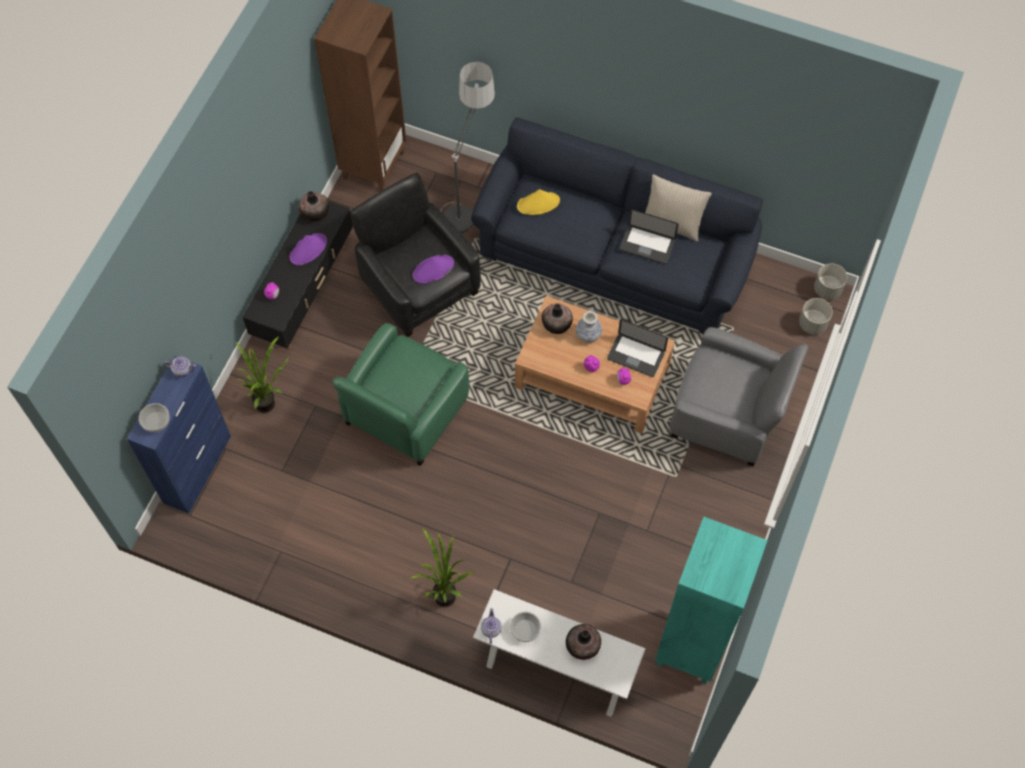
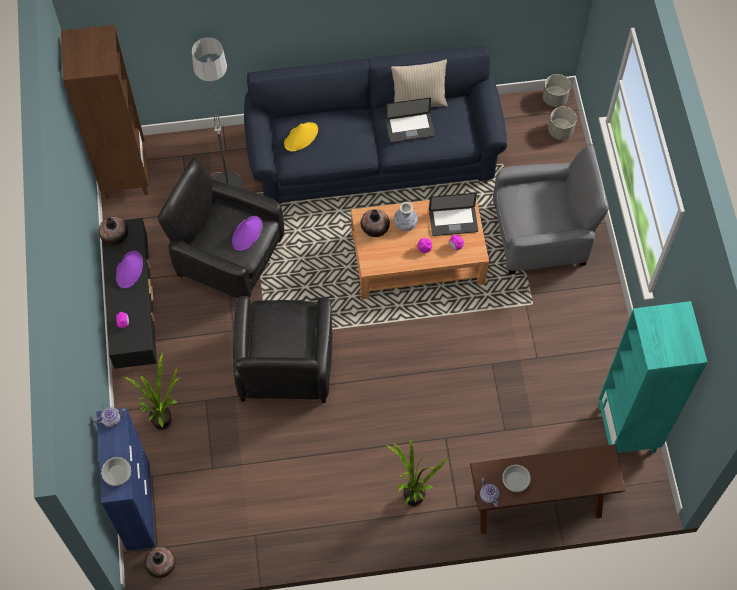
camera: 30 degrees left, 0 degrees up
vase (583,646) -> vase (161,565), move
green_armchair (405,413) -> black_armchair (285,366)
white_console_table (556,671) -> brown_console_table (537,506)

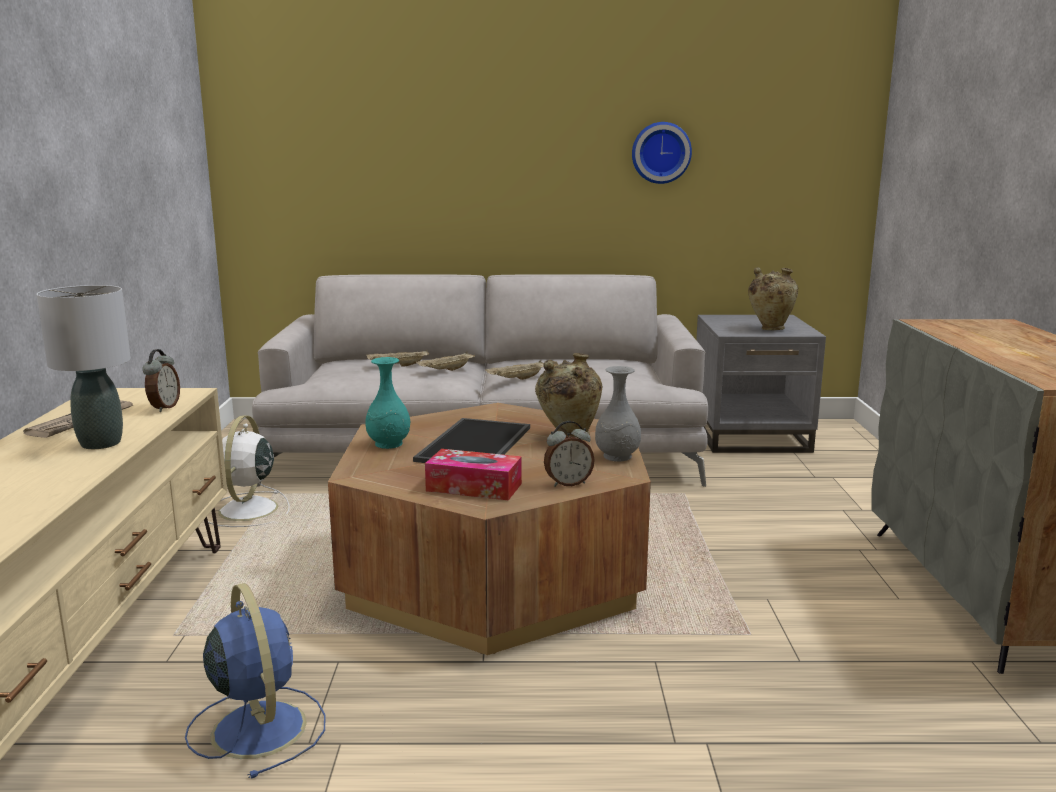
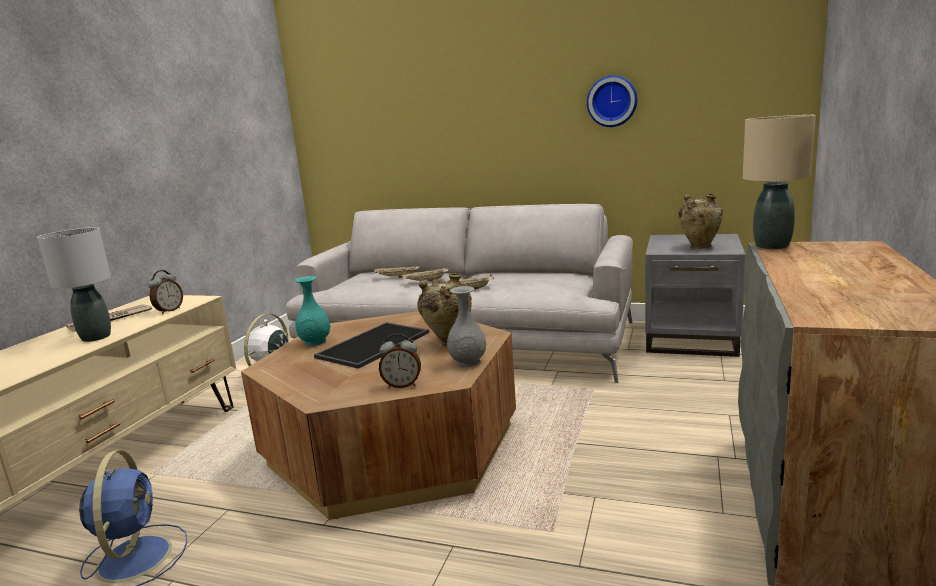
camera: 20 degrees right, 0 degrees up
tissue_box (474,487) -> none
none -> beige_table_lamp (771,246)

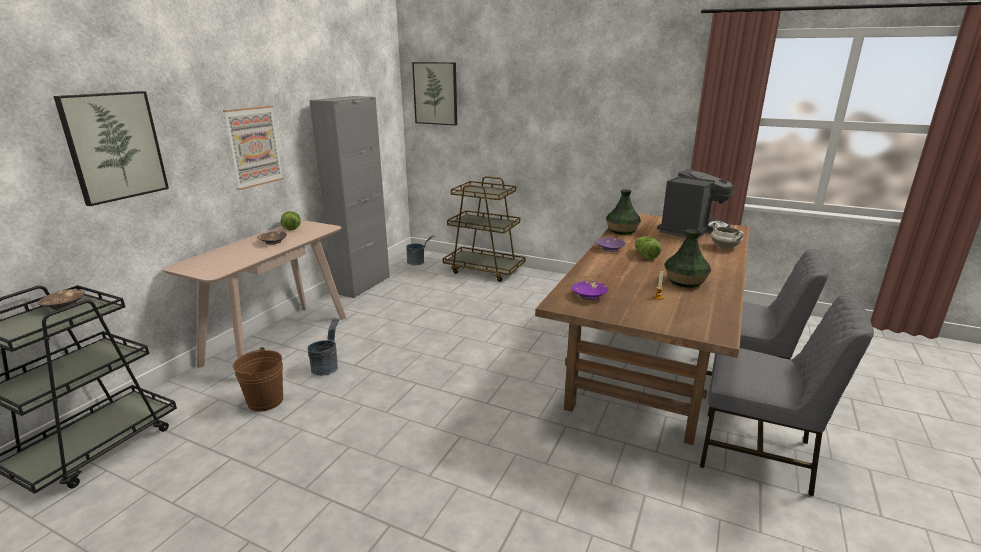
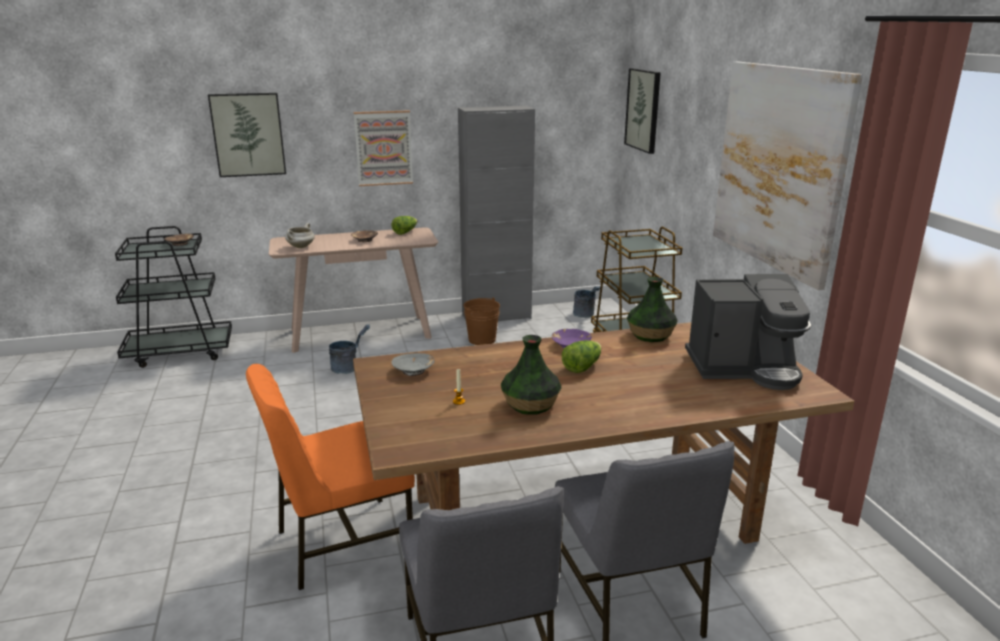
camera: 50 degrees right, 0 degrees up
none -> orange_chair (341,543)
none -> picture (778,168)
brown_bucket (265,401) -> brown_bucket (482,340), move
white_cooking_pot (725,247) -> white_cooking_pot (300,247), move
purple_bowl (589,296) -> grey_bowl (413,371)

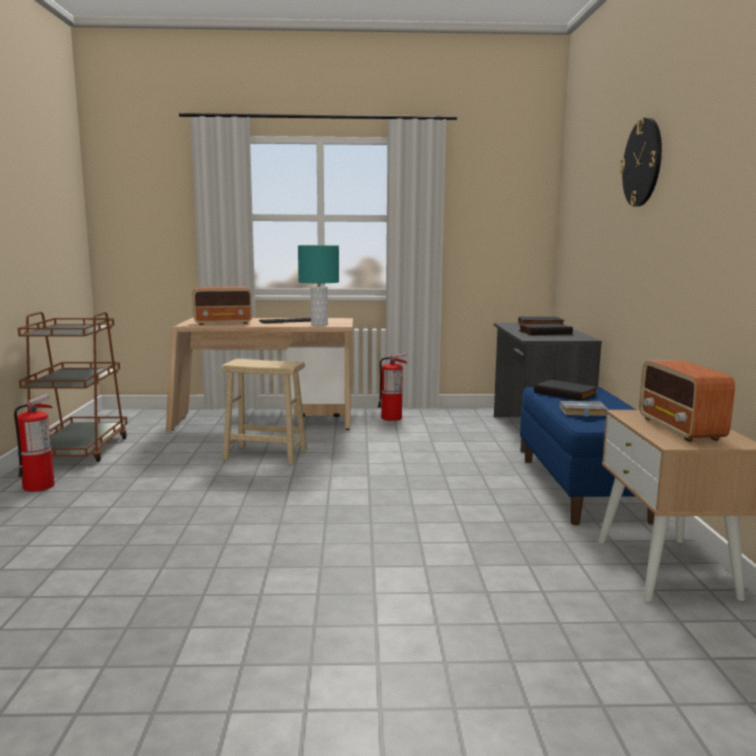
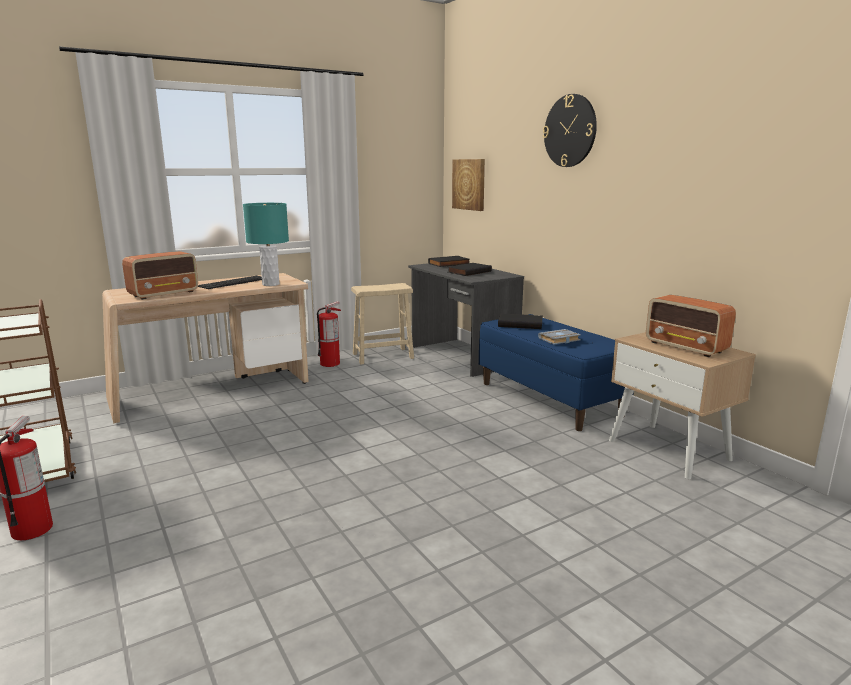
camera: 30 degrees left, 5 degrees up
none -> picture (469,184)
beige_stool (265,454) -> beige_stool (383,356), move

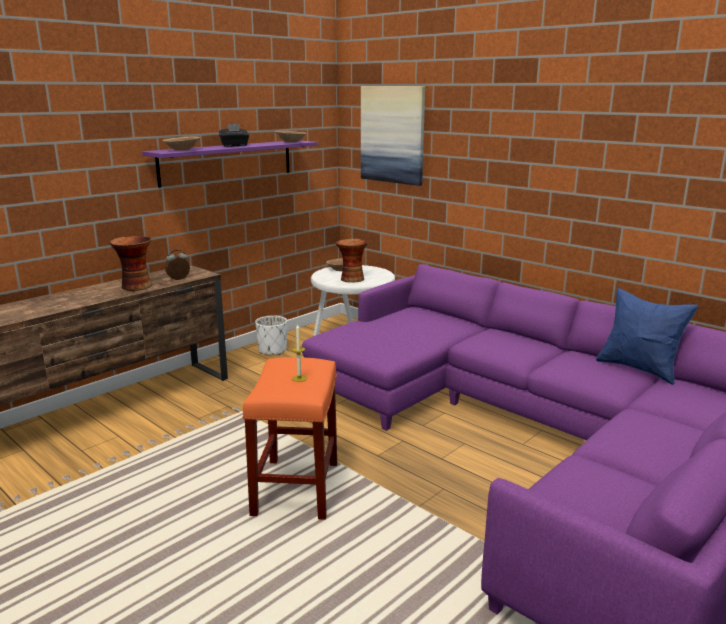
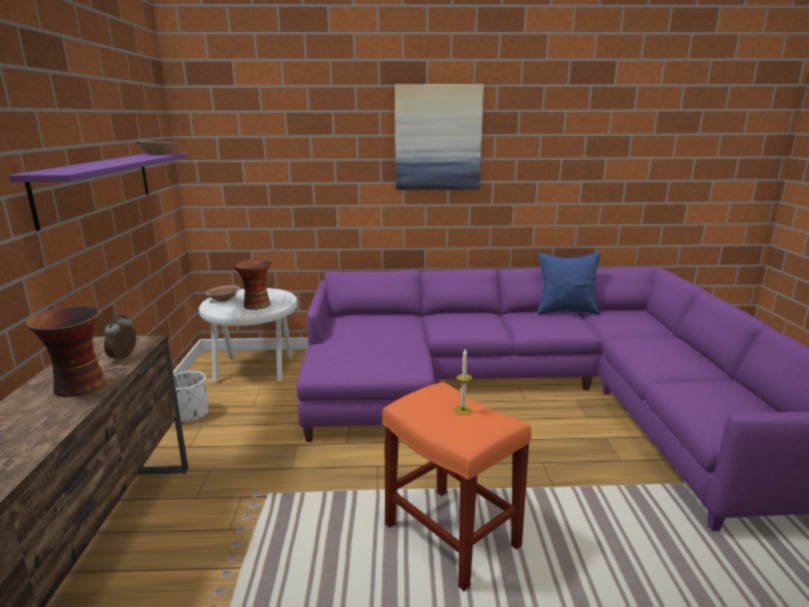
camera: 45 degrees left, 0 degrees up
brown_bowl (182,150) -> none
black_tissue_box (234,146) -> none
picture (392,134) -> picture (438,138), move

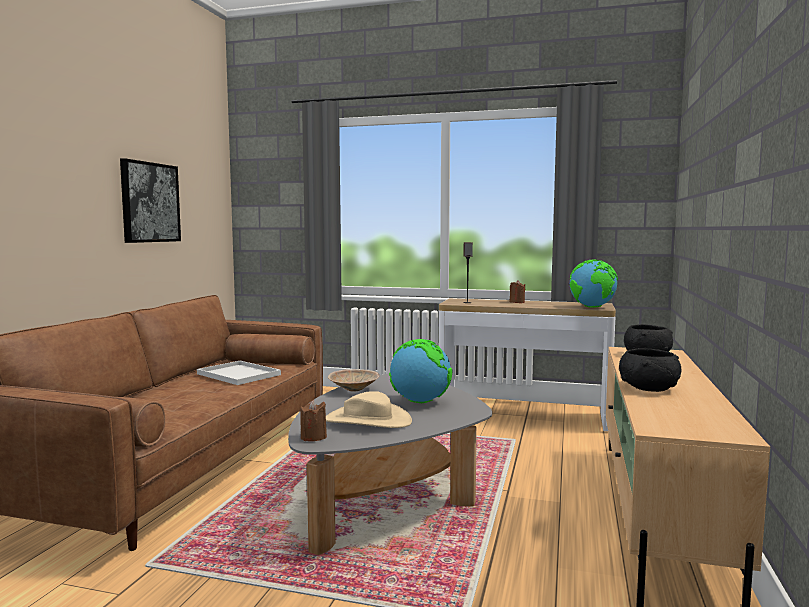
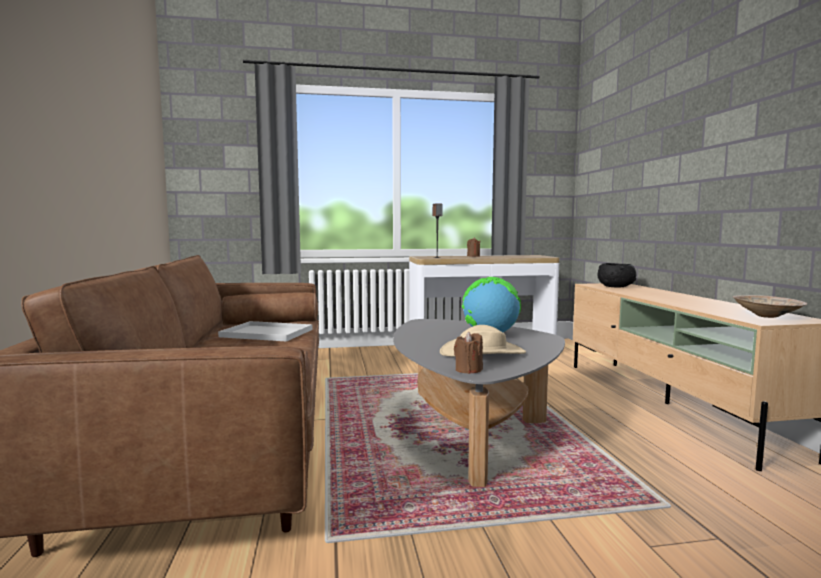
camera: 25 degrees left, 0 degrees up
picture (150,202) -> none
globe (592,307) -> none
black_bowl (648,388) -> none
beige_bowl (353,390) -> beige_bowl (768,317), move

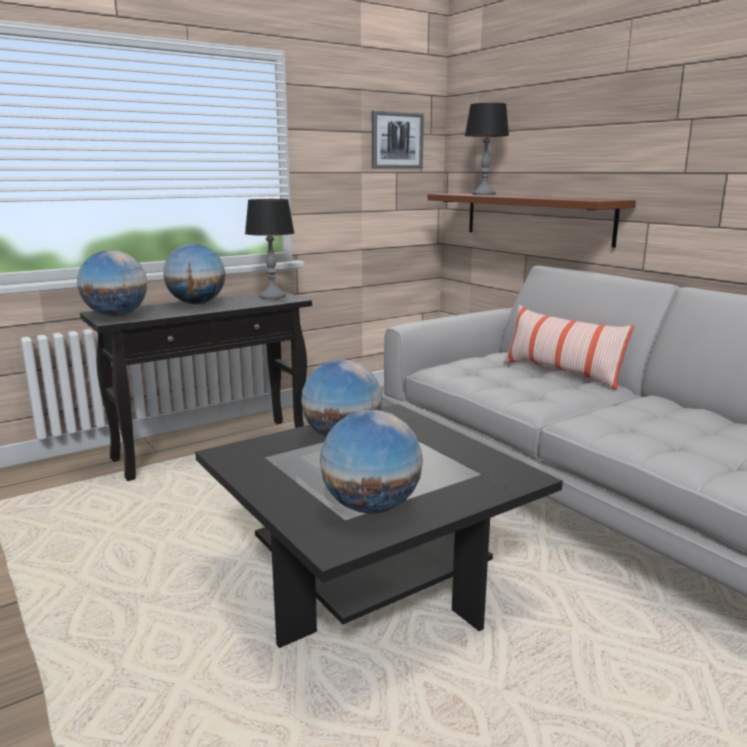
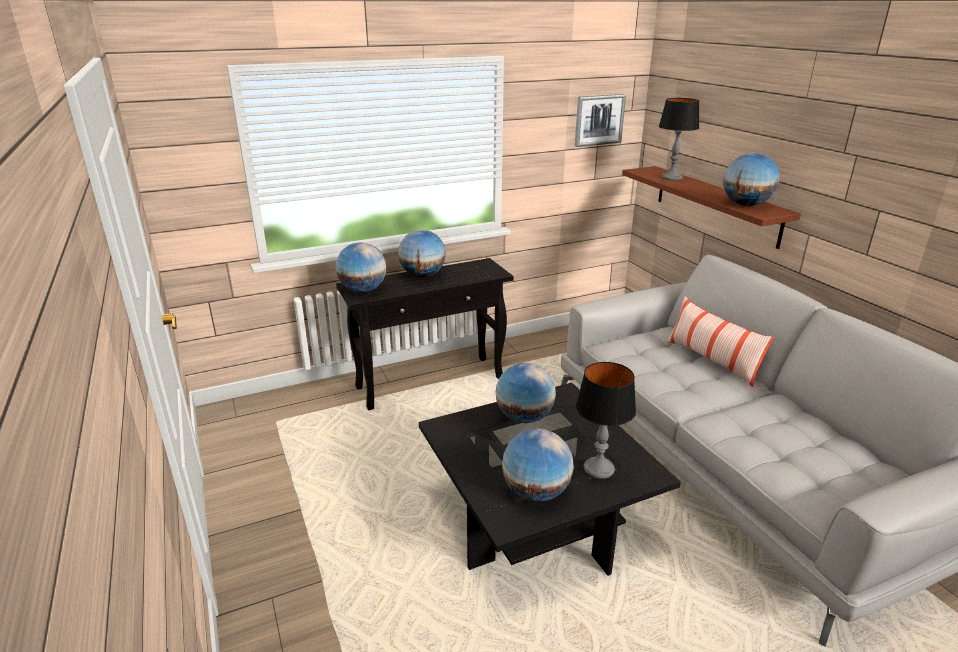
camera: 10 degrees right, 10 degrees up
none -> globe (745,205)
table_lamp (272,296) -> table_lamp (599,468), move

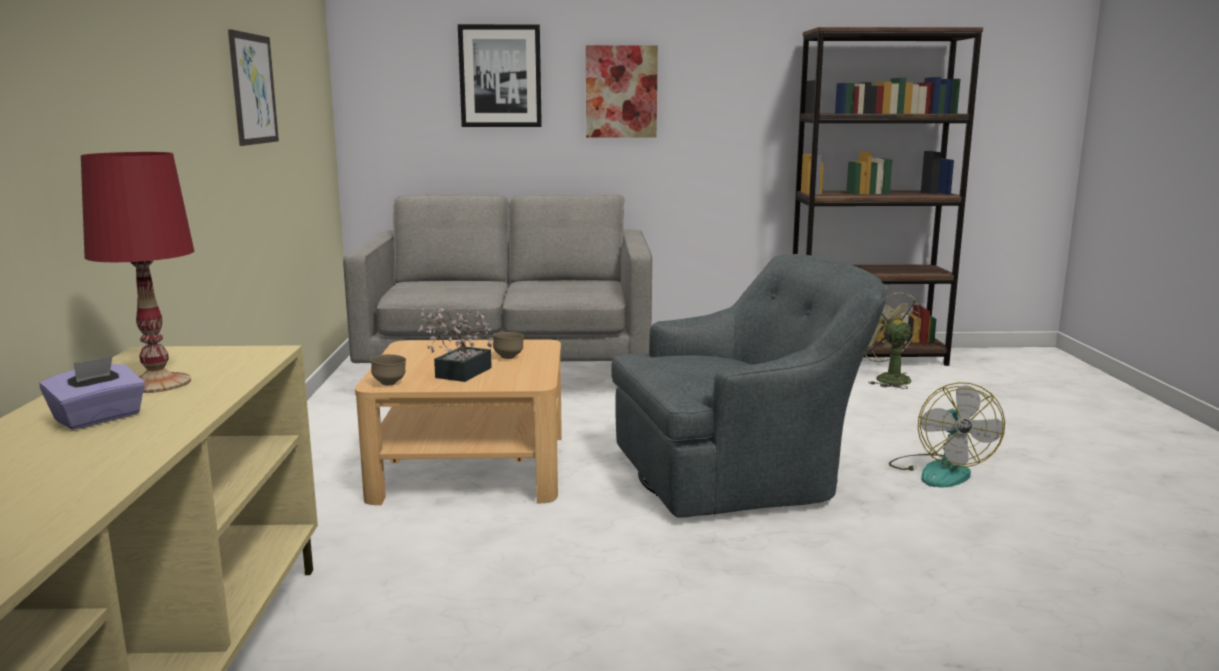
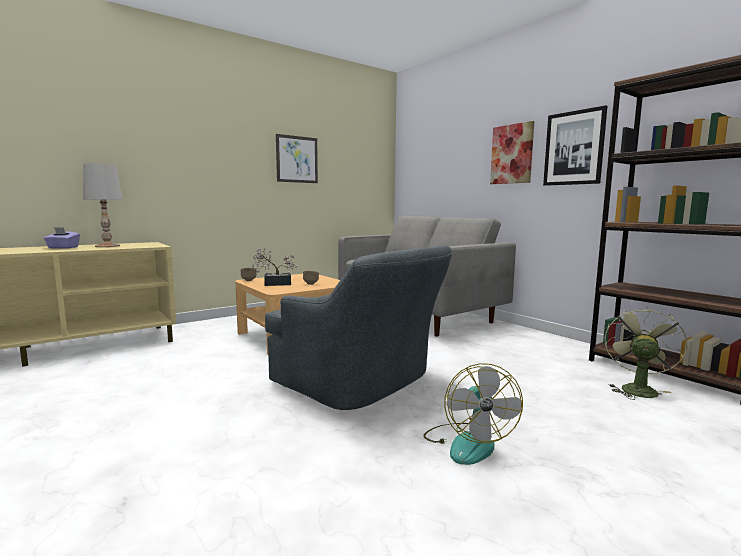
camera: 55 degrees right, 5 degrees down
picture (500,76) -> picture (574,148), move
red_table_lamp (157,383) -> white_table_lamp (108,246)
fan (940,471) -> fan (468,442), 60 degrees counterclockwise

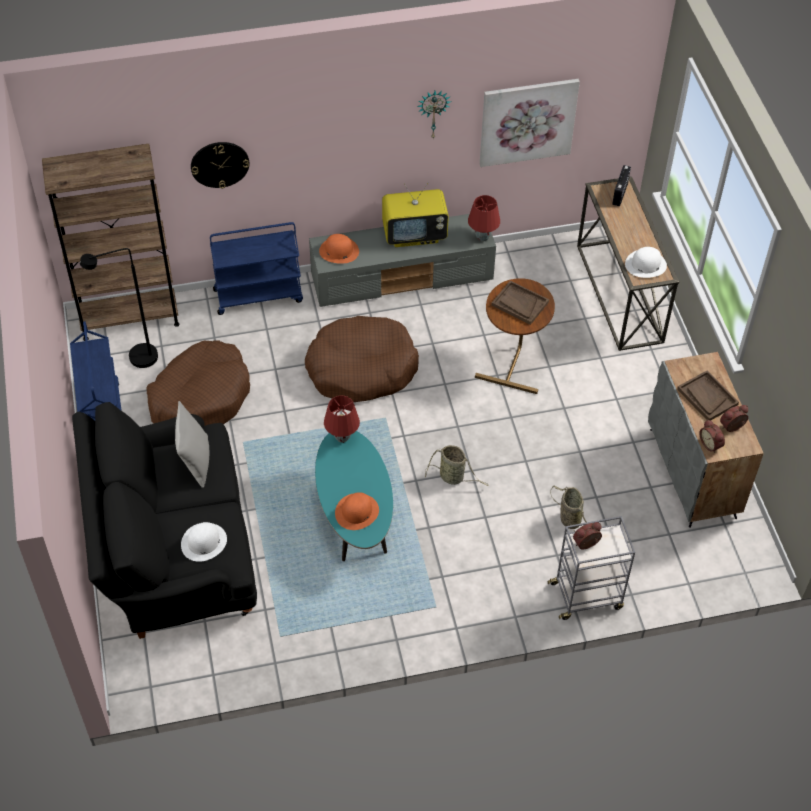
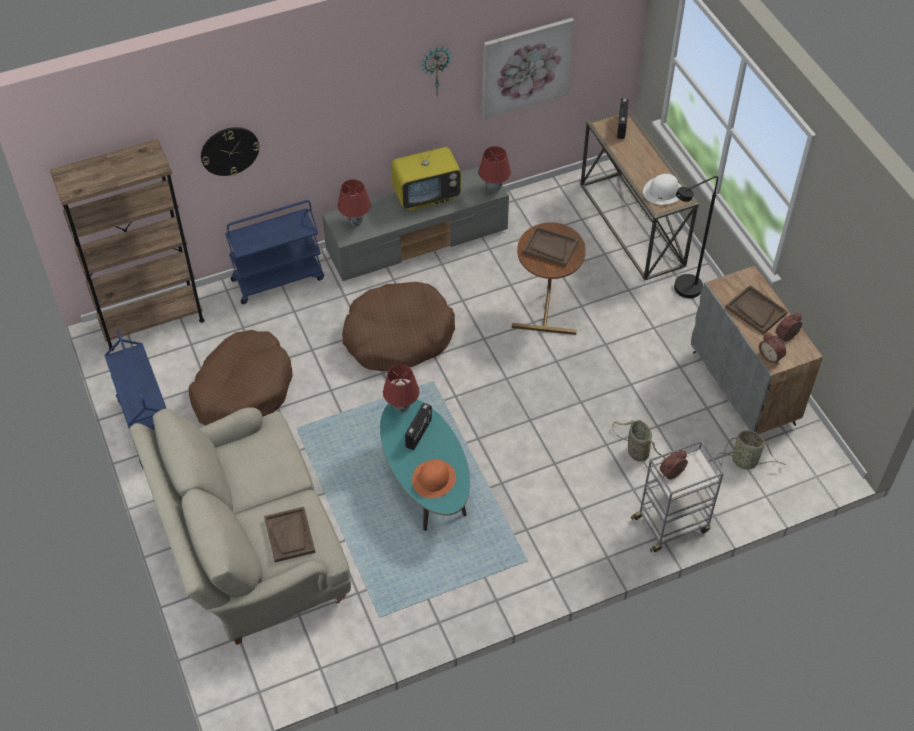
camera: 10 degrees left, 0 degrees up
grey_pillow (195,462) -> none
none -> radio (419,433)
black_floor_lamp (135,360) -> black_floor_lamp (682,291), move
basket (453,477) -> basket (746,462), move
white_hat (204,542) -> brown_tray (290,535)
orange_hat (339,251) -> red_table_lamp (355,222)
black_sofa (172,550) -> beige_sofa (250,549)

